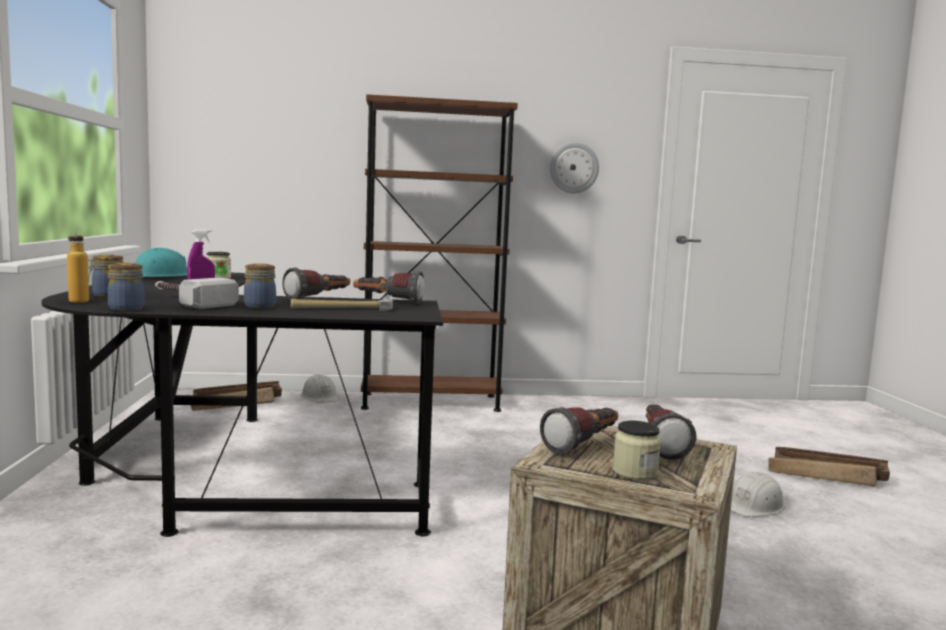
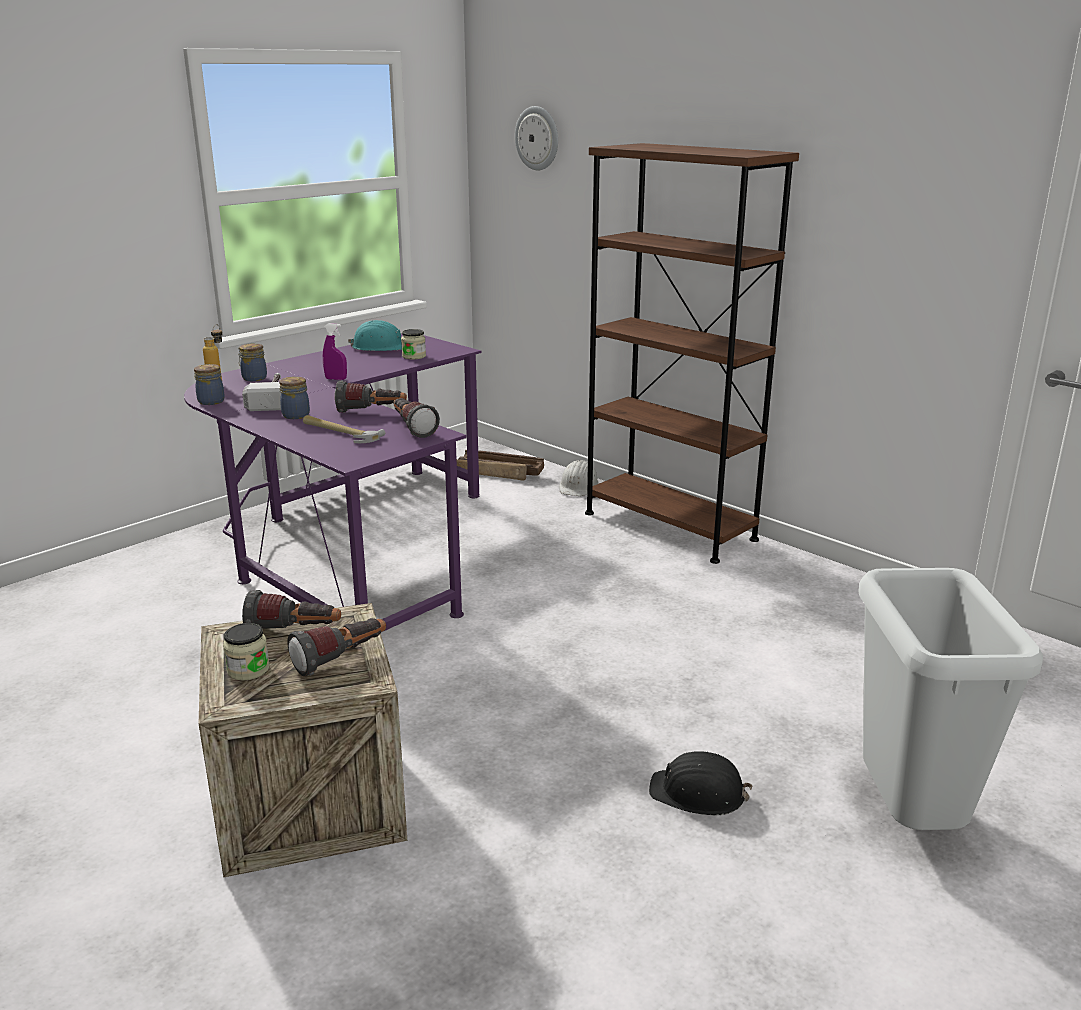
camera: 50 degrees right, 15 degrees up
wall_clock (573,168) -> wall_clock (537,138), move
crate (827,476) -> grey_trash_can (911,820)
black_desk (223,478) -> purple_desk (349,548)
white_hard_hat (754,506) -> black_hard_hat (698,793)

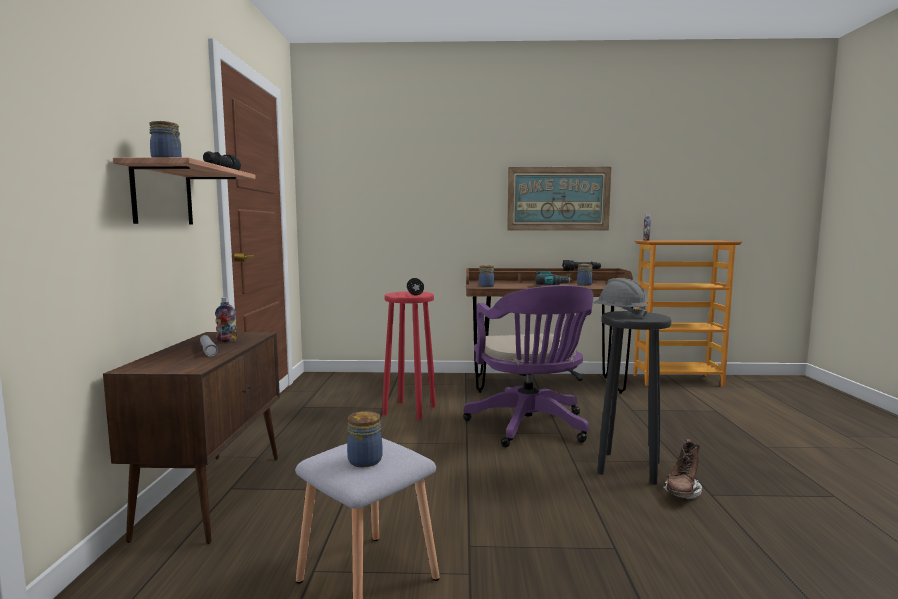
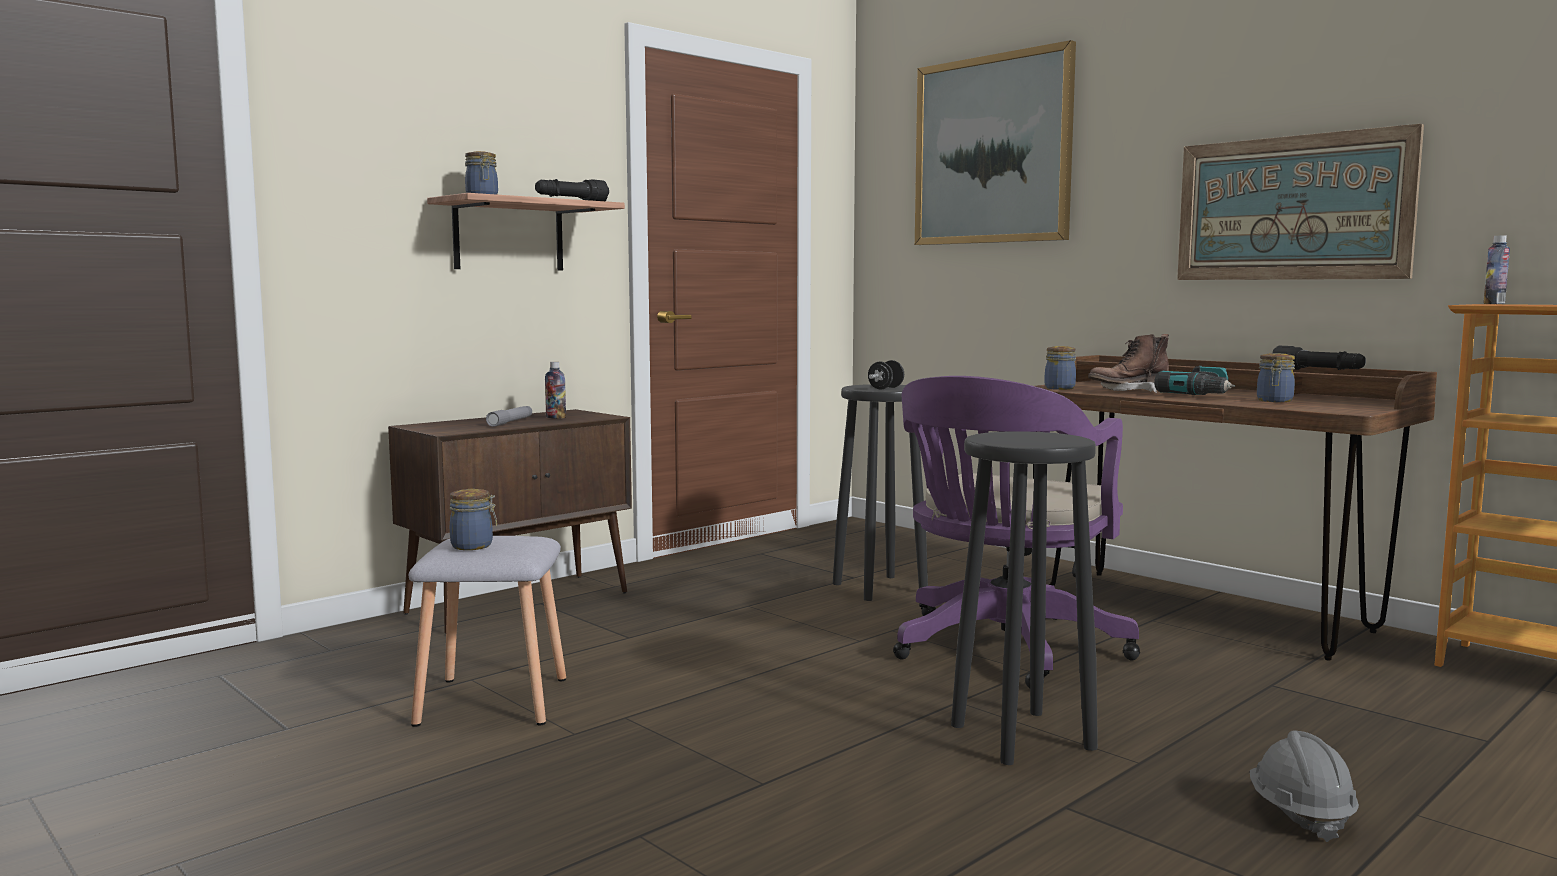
camera: 45 degrees right, 0 degrees up
none -> picture (992,150)
grey_hard_hat (619,315) -> grey_hard_hat (1300,814), move
brown_boot (682,491) -> brown_boot (1128,391), move
red_stool (410,410) -> black_stool (881,588)

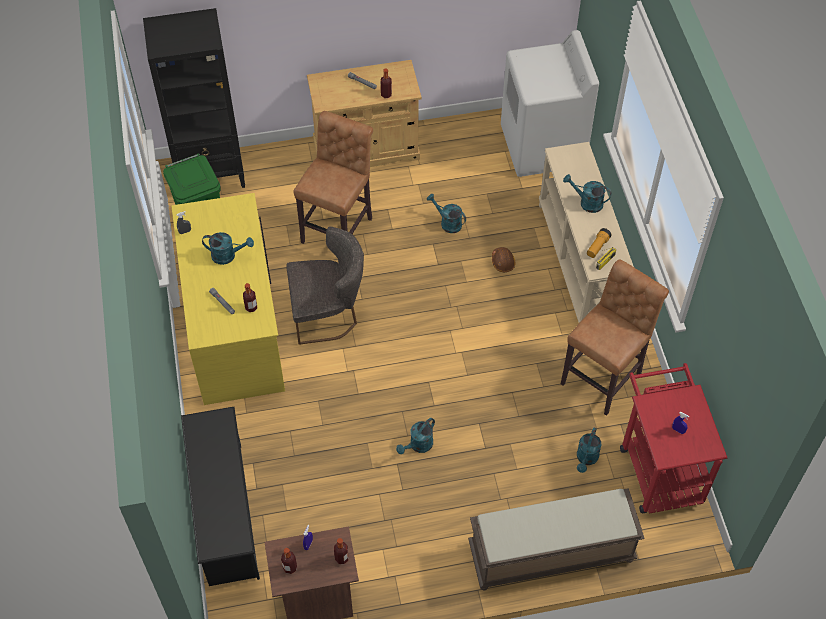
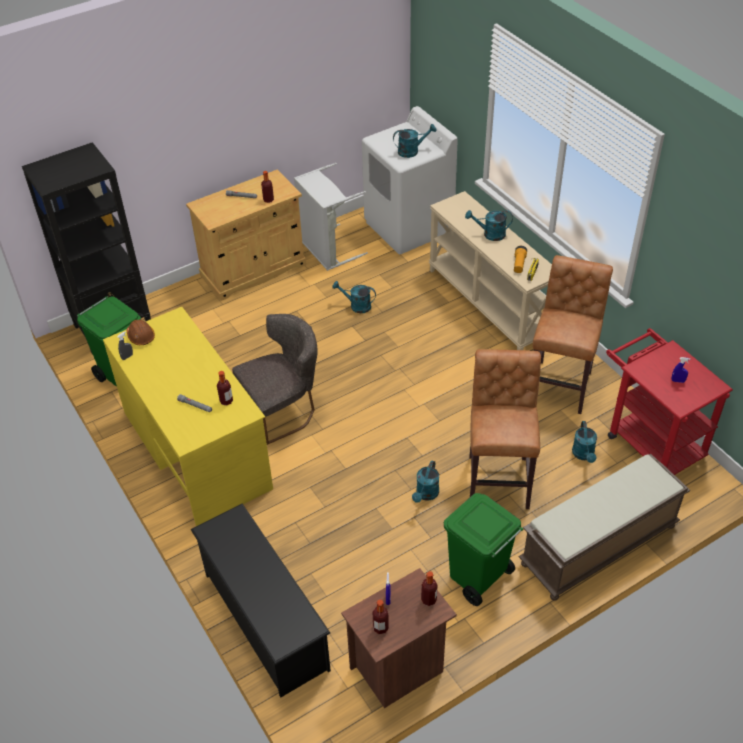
camera: 20 degrees left, 10 degrees down
none -> grey_laundry_basket (326,250)
none -> green_trash_can (478,578)
turquoise_watering_can (228,255) -> turquoise_watering_can (412,151), move
brown_stool (339,228) -> brown_stool (498,478), move
brown_hard_hat (503,262) -> brown_hard_hat (141,336), move

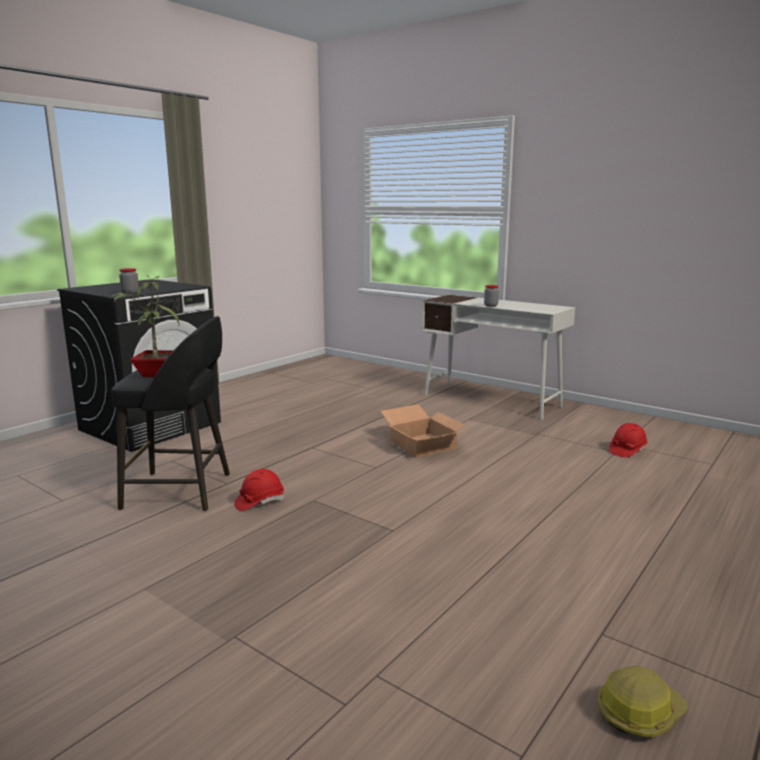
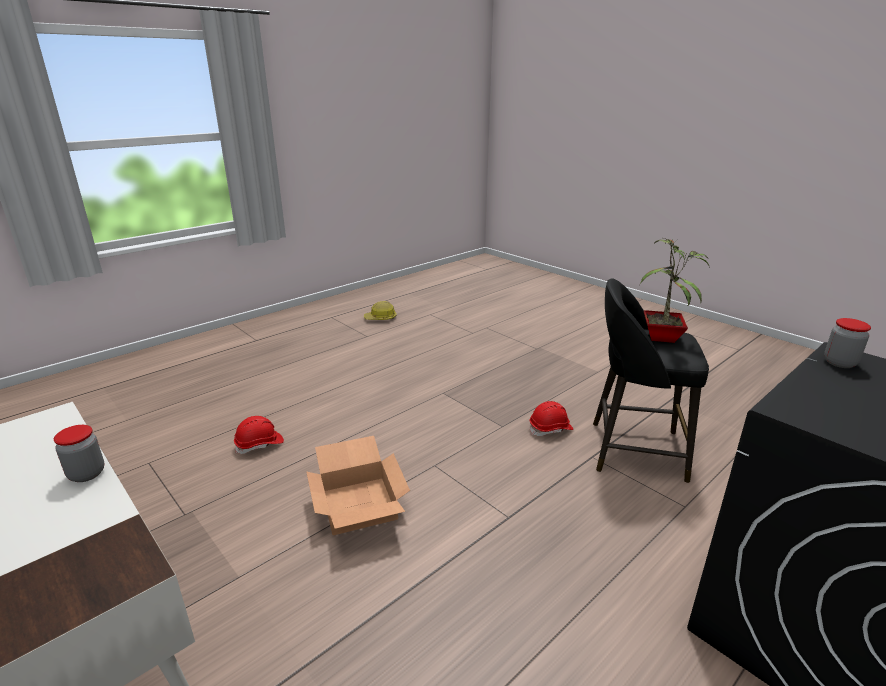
camera: 170 degrees left, 10 degrees up
red_hard_hat (627,450) -> red_hard_hat (259,444), move

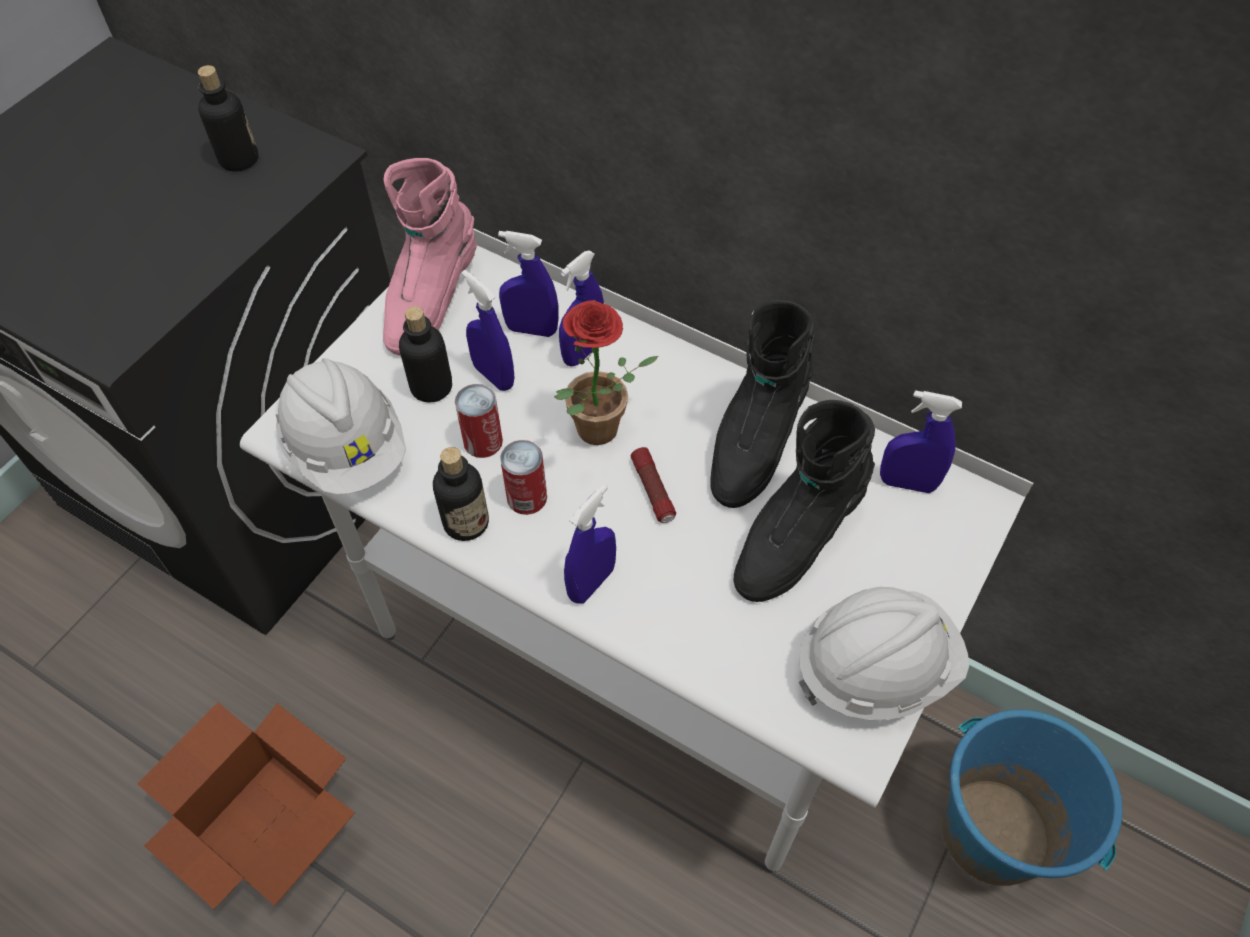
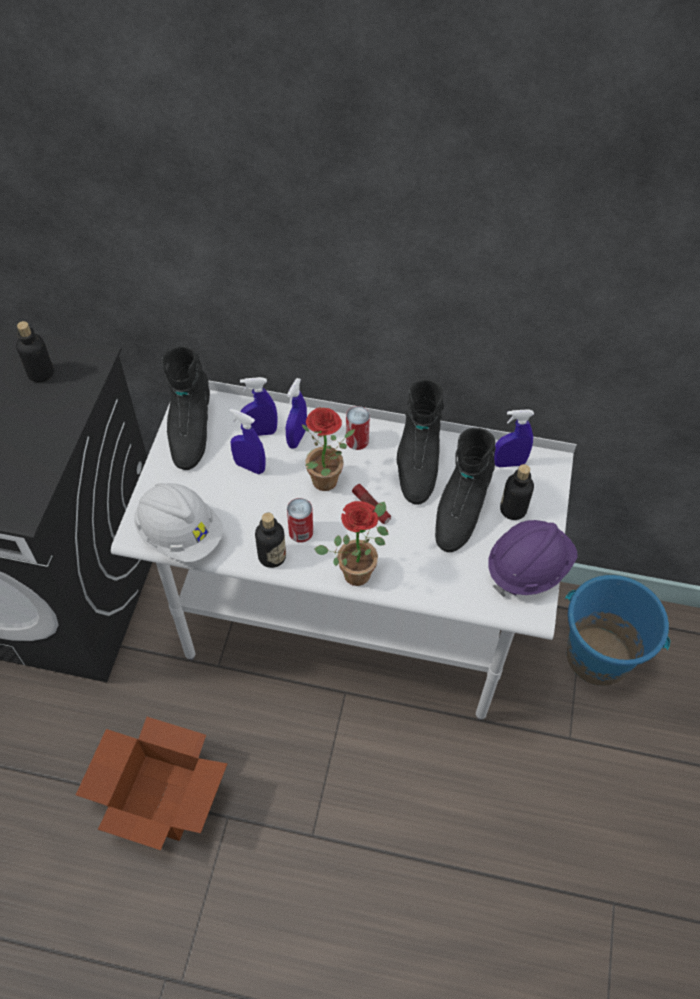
camera: 20 degrees left, 0 degrees up
bottle (431,387) -> bottle (513,509), move
can (483,441) -> can (357,440), move
blue_spray_bottle (591,583) -> potted_plant (358,569)
pink_boot (430,300) -> black_boot (190,431)
white_hard_hat (876,667) -> purple_hard_hat (528,567)

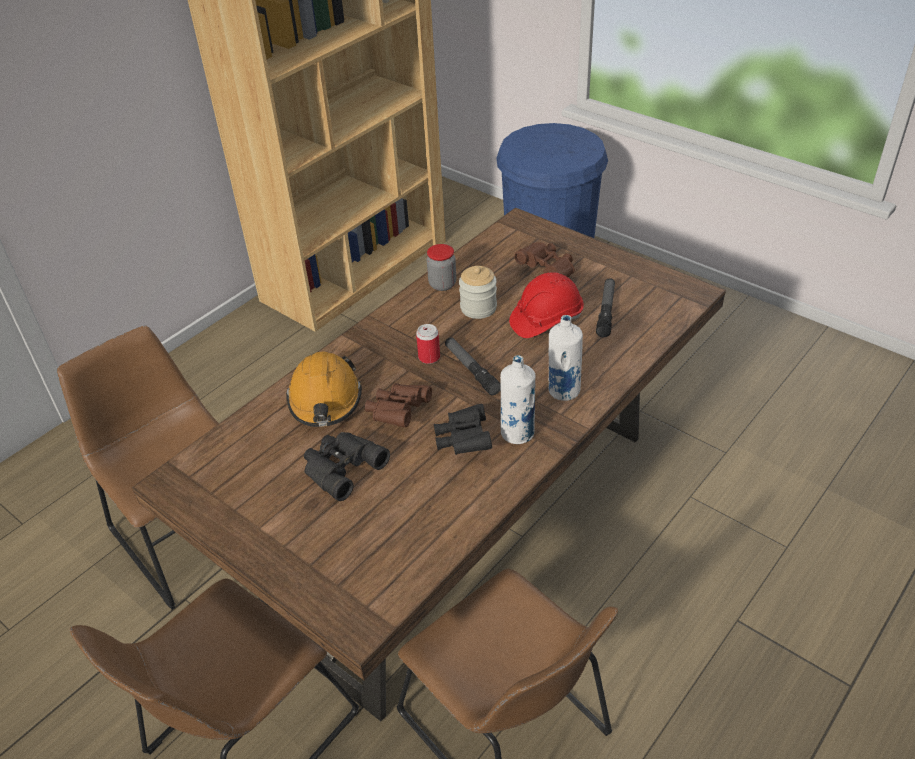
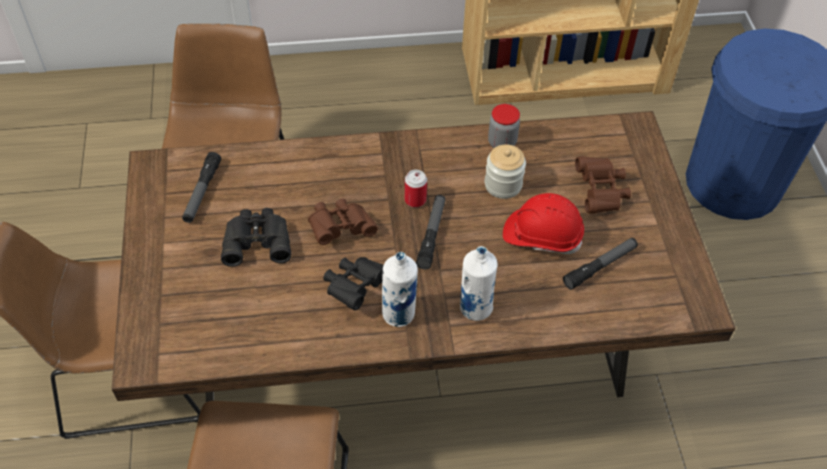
camera: 40 degrees right, 10 degrees up
orange_hard_hat (325,400) -> none
none -> flashlight (202,192)

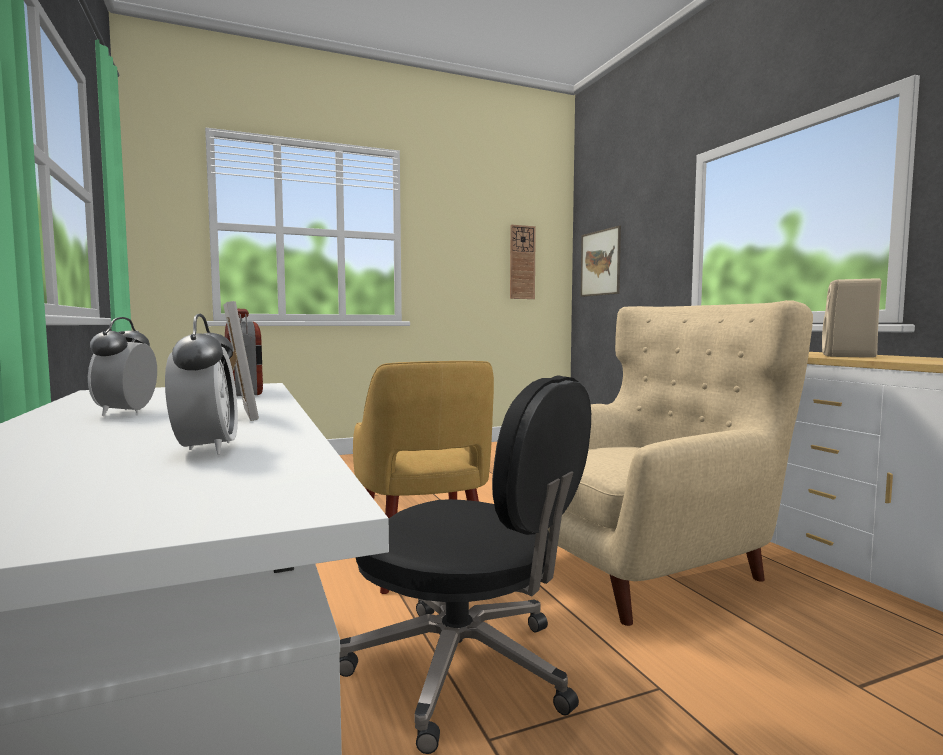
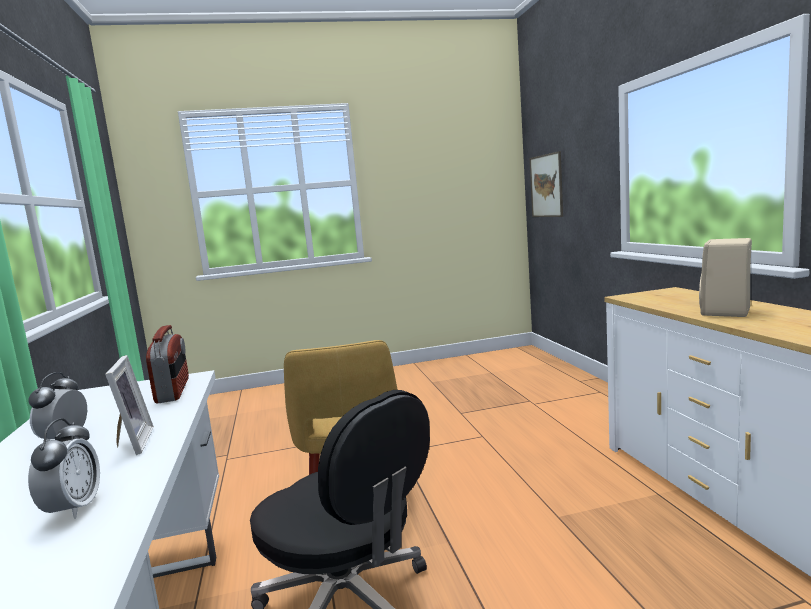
camera: 10 degrees right, 5 degrees up
wall_clock (522,262) -> none
beige_armchair (644,566) -> none

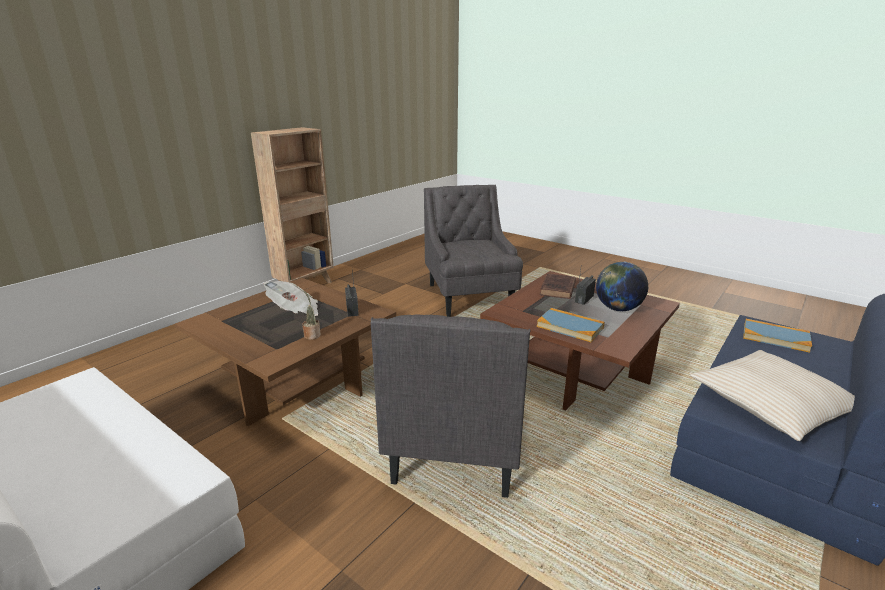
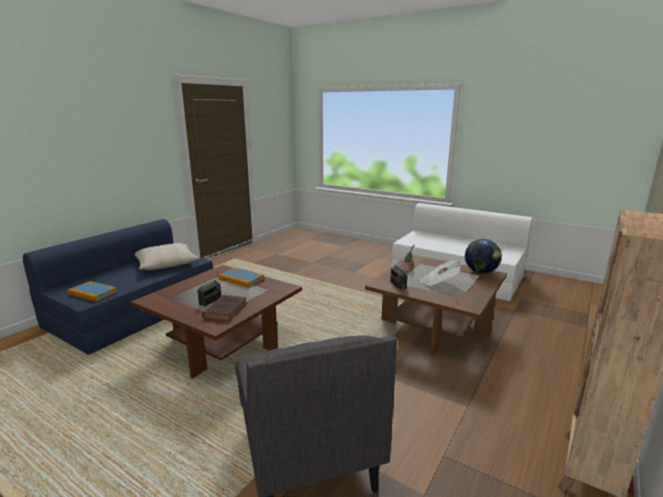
camera: 175 degrees right, 5 degrees down
grey_armchair (457,442) -> none
globe (618,309) -> globe (480,272), move

